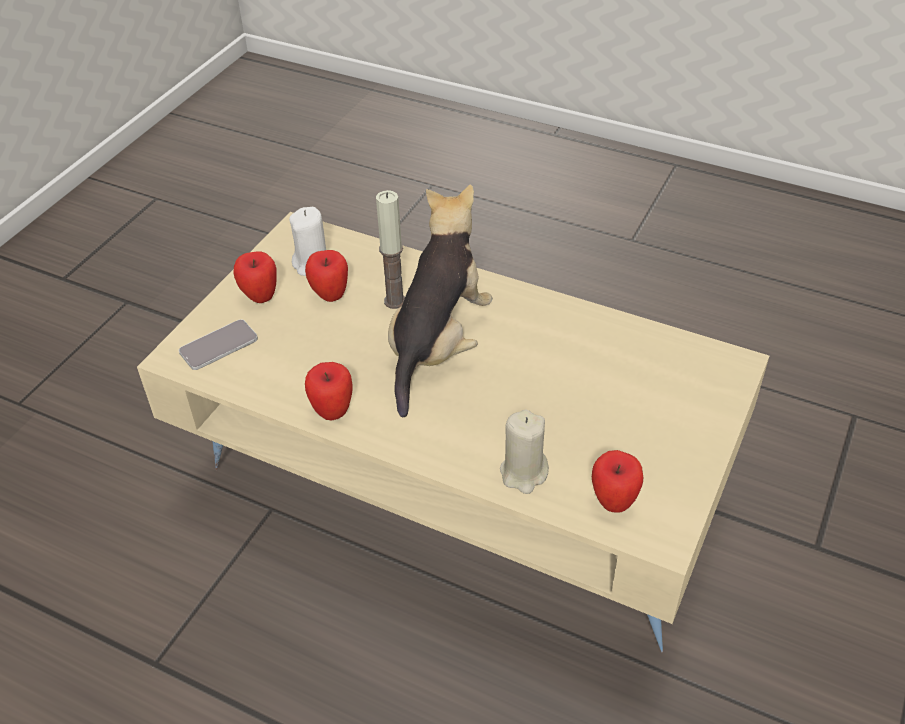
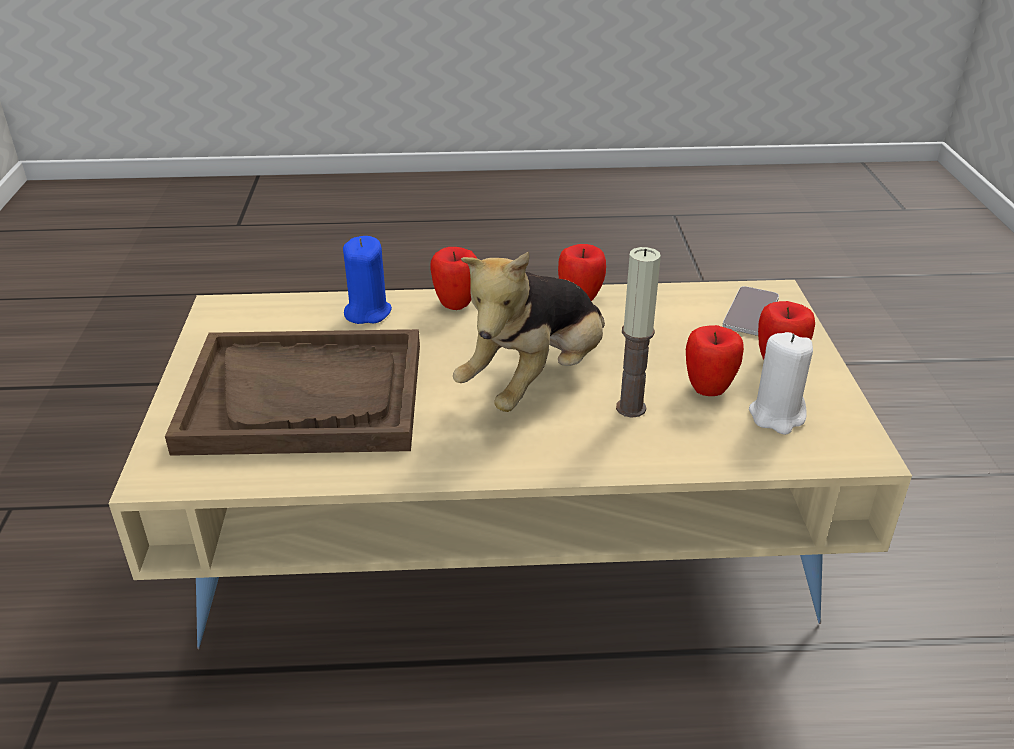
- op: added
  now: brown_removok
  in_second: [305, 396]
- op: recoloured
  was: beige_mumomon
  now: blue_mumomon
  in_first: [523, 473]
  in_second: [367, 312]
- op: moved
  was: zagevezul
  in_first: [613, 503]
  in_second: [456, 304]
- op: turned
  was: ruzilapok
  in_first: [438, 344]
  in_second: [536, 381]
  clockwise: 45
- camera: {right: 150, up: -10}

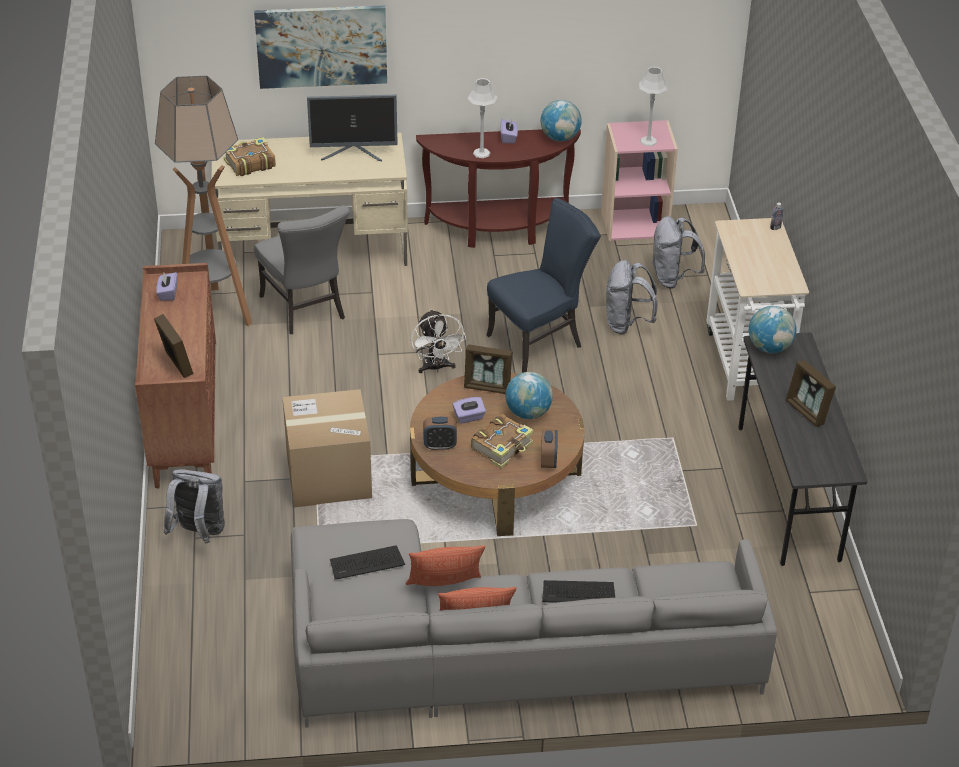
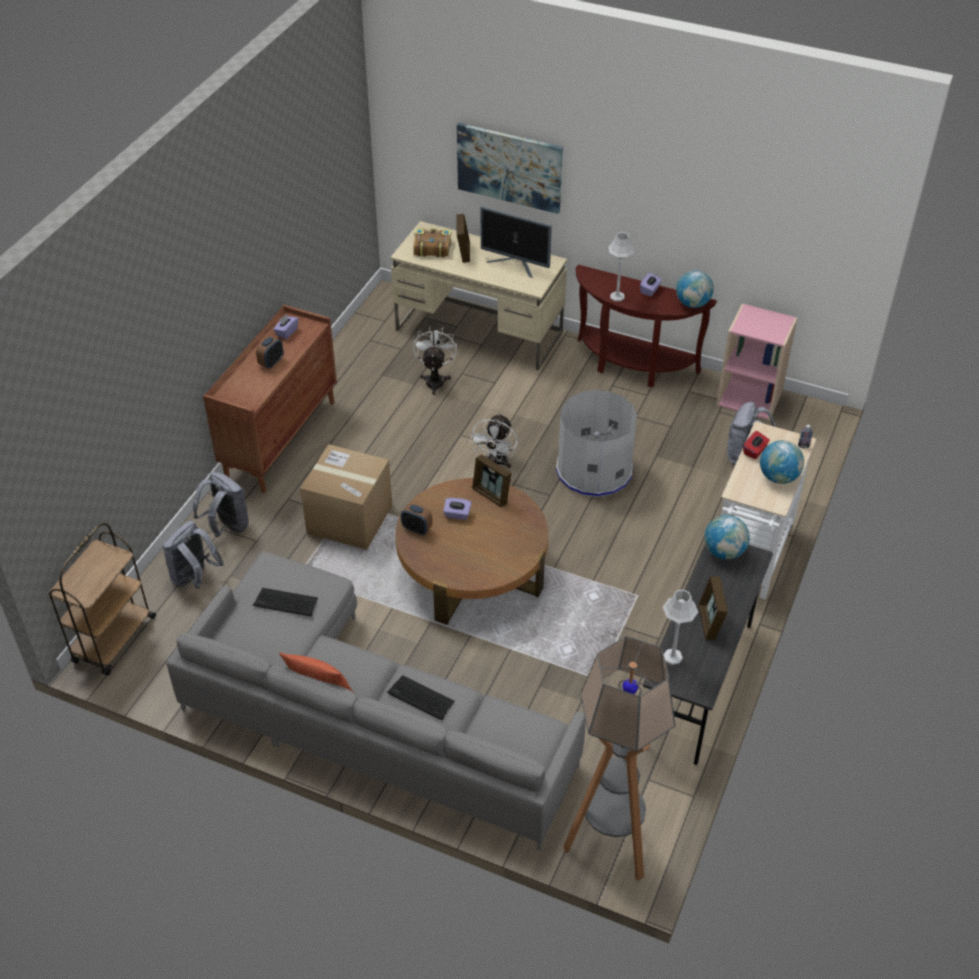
- op: added
  now: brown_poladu
  in_second: [113, 640]
- op: moved
  was: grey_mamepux
  in_first: [627, 324]
  in_second: [194, 578]
- op: moved
  was: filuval
  in_first: [548, 461]
  in_second: [271, 362]
- op: replaced
  was: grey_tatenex
  now: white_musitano
  in_first: [306, 309]
  in_second: [435, 379]
- op: moved
  was: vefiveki
  in_first: [176, 364]
  in_second: [463, 252]
- op: replaced
  was: blue_tatenex
  now: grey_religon
  in_first: [540, 340]
  in_second: [594, 470]
- op: moved
  was: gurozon
  in_first: [214, 313]
  in_second: [610, 844]
- op: moved
  was: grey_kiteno
  in_first: [648, 141]
  in_second: [672, 656]
- op: added
  now: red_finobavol
  in_second: [755, 451]
- op: moved
  was: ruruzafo
  in_first: [528, 413]
  in_second: [778, 477]
- op: removed
  was: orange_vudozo
  in_first: [444, 589]
- op: removed
  was: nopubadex
  in_first: [503, 447]
- camera: {right: 30, up: 5}

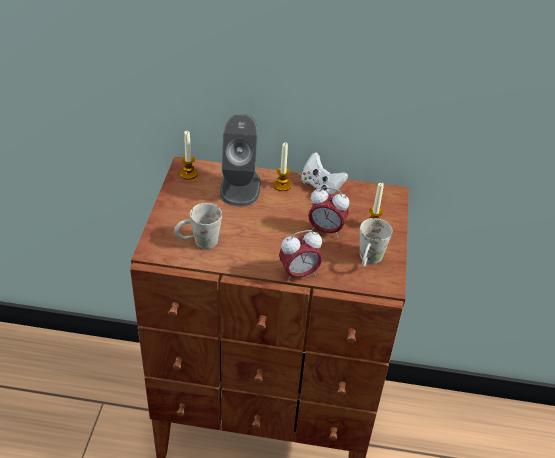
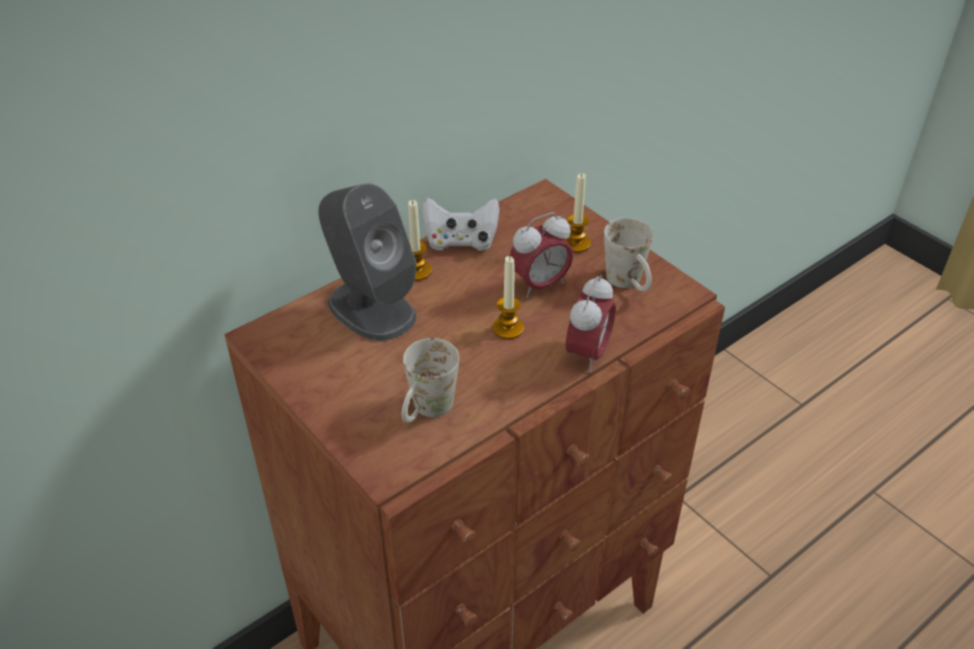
- op: moved
  was: mumomon
  in_first: [188, 174]
  in_second: [508, 328]
- camera: {right: -45, up: 0}

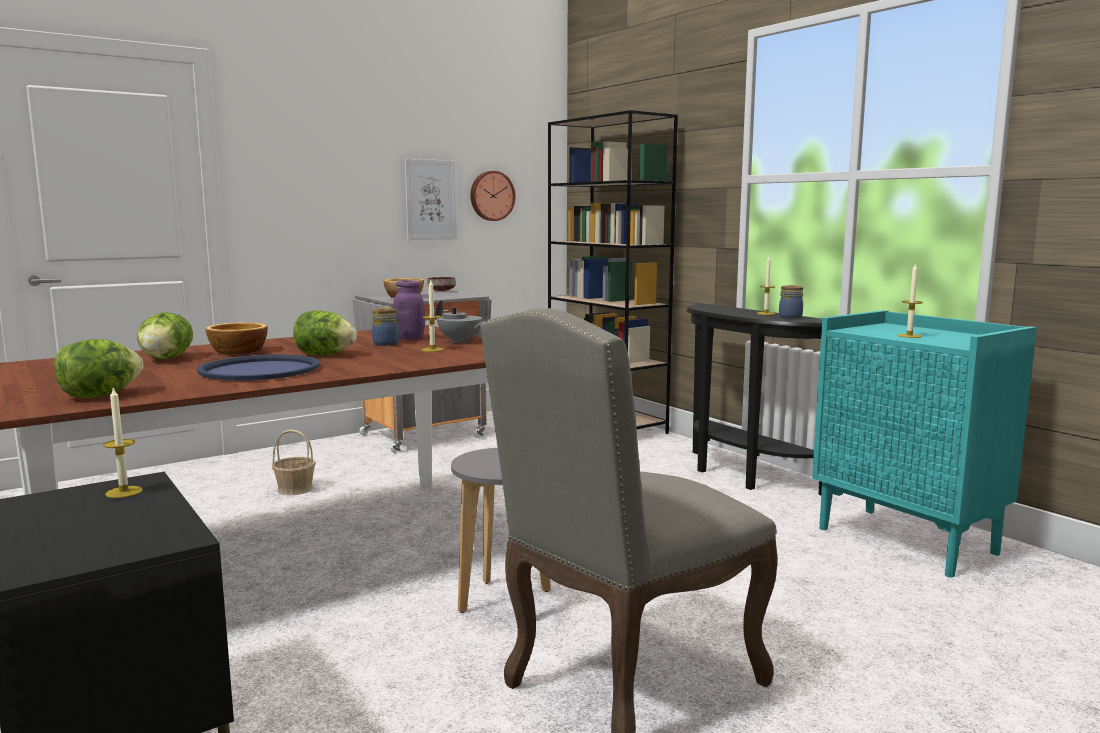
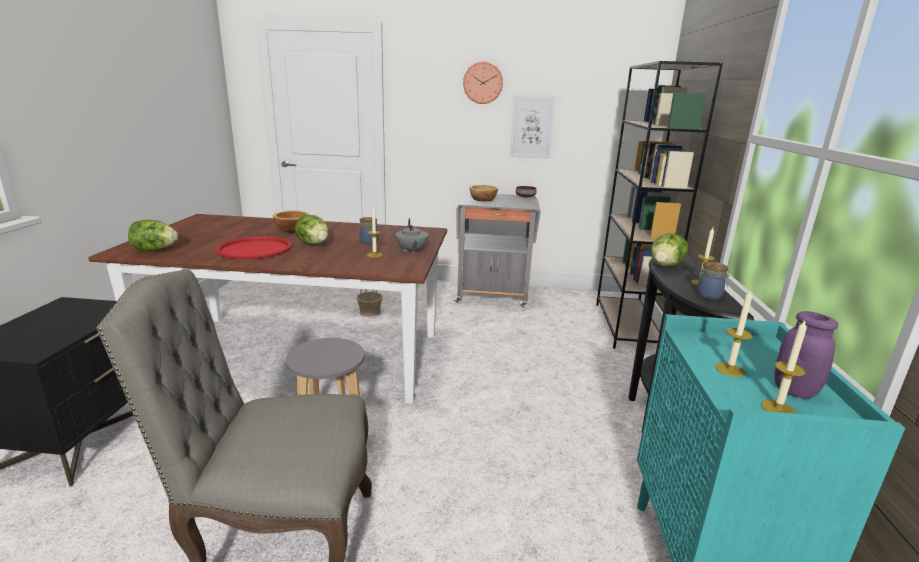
- op: recoloured
  was: blue_removok
  now: red_removok
  in_first: [259, 370]
  in_second: [254, 249]
- op: moved
  was: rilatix
  in_first: [491, 196]
  in_second: [483, 83]
- op: moved
  was: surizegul
  in_first: [166, 359]
  in_second: [665, 266]
- op: moved
  was: mumomon
  in_first: [124, 492]
  in_second: [777, 408]
- op: moved
  was: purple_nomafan
  in_first: [410, 338]
  in_second: [794, 391]
- camera: {right: 40, up: 10}

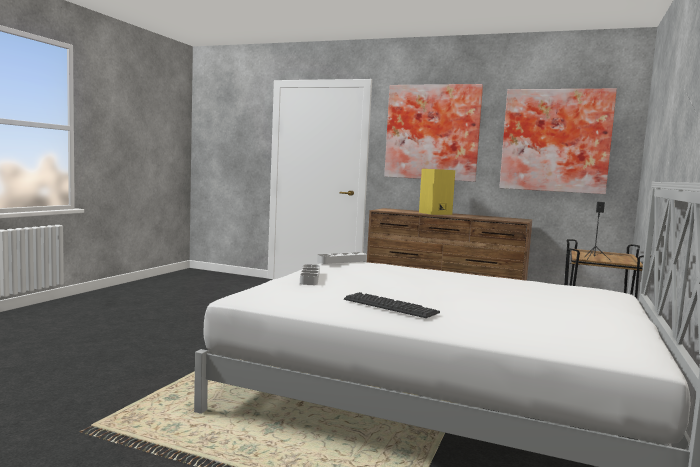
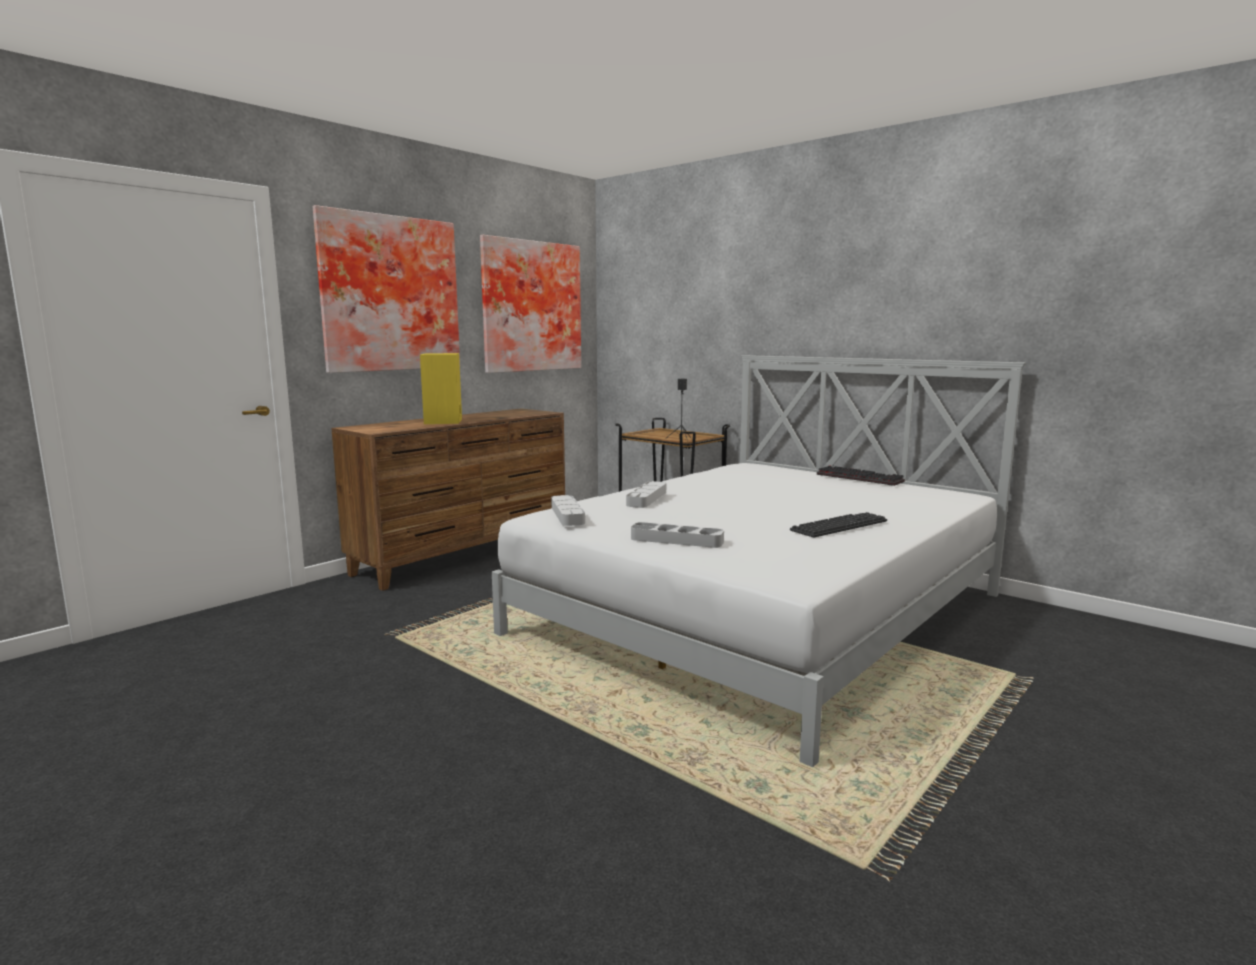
- op: added
  now: grey_removok
  in_second: [647, 498]
- op: added
  now: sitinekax
  in_second: [861, 478]
- camera: {right: -70, up: 5}

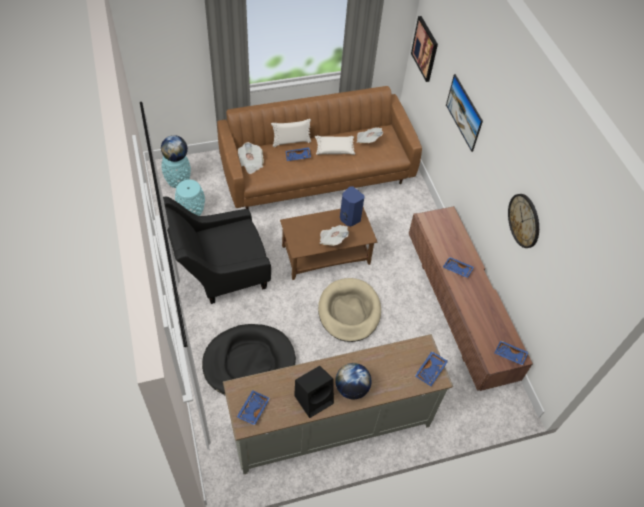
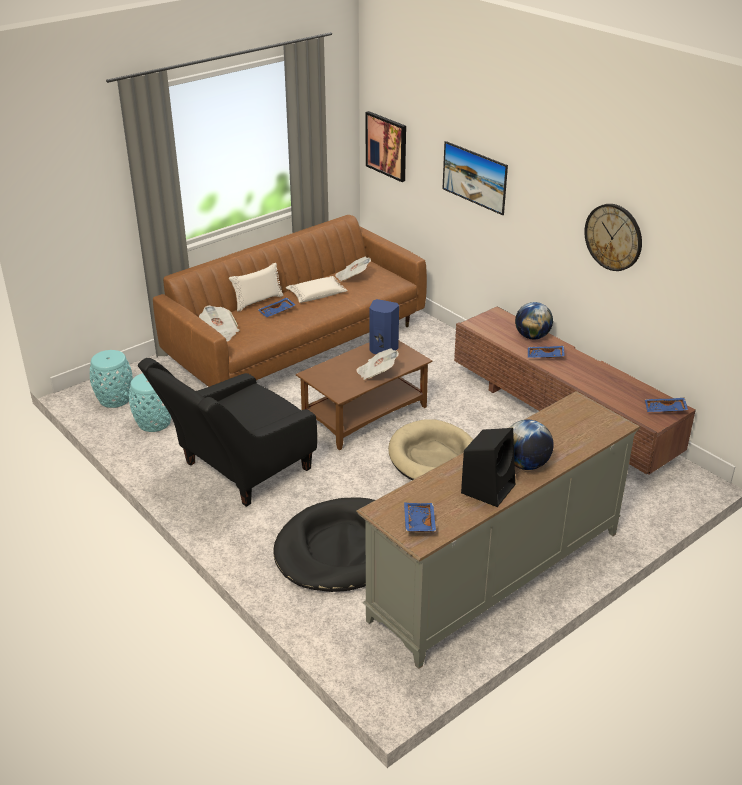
- op: moved
  was: ruruzafo
  in_first: [175, 157]
  in_second: [532, 336]
- op: removed
  was: blue_removok
  in_first: [431, 371]
- camera: {right: -20, up: -20}

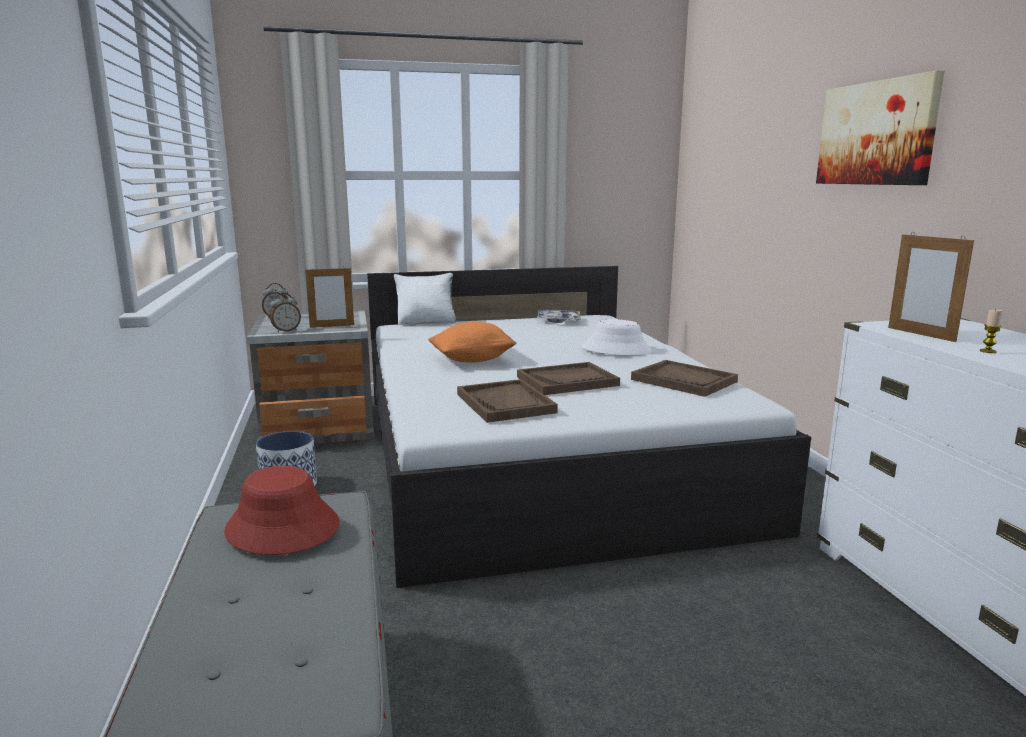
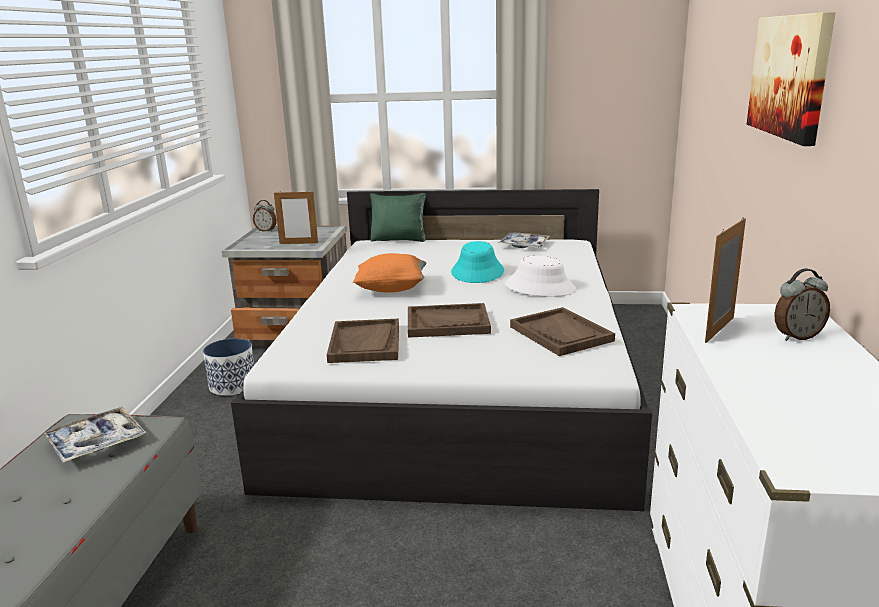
- op: replaced
  was: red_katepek
  now: removok
  in_first: [282, 528]
  in_second: [96, 443]
- op: recoloured
  was: white_vudozo
  now: green_vudozo
  in_first: [426, 322]
  in_second: [399, 239]
- op: added
  now: turquoise_katepek
  in_second: [478, 272]
- op: turned
  was: vefiveki
  in_first: [920, 334]
  in_second: [719, 329]
  clockwise: 45
- op: moved
  was: filuval
  in_first: [286, 331]
  in_second: [796, 336]
- op: removed
  was: mumomon
  in_first: [988, 351]
- camera: {right: 20, up: 5}

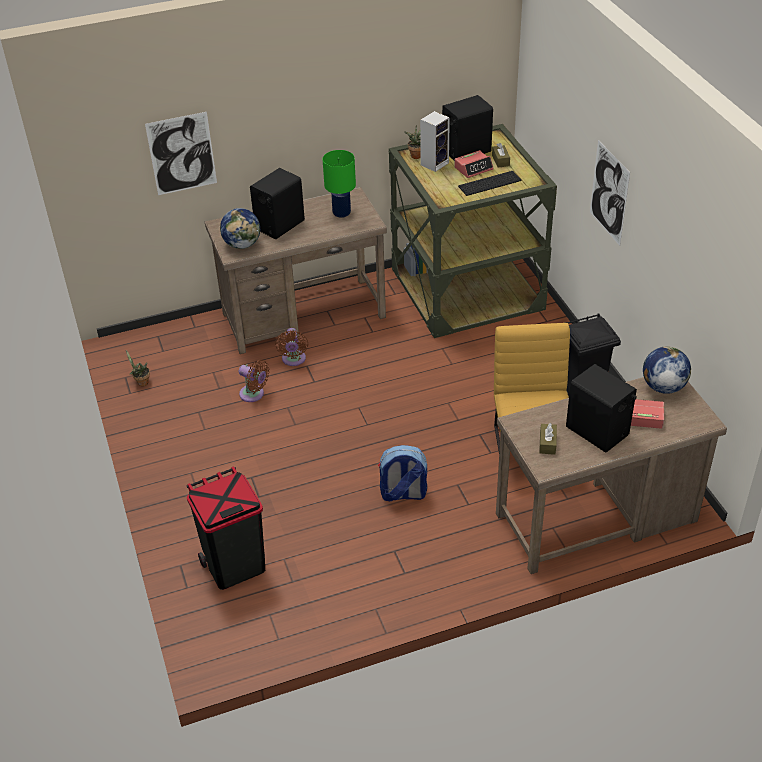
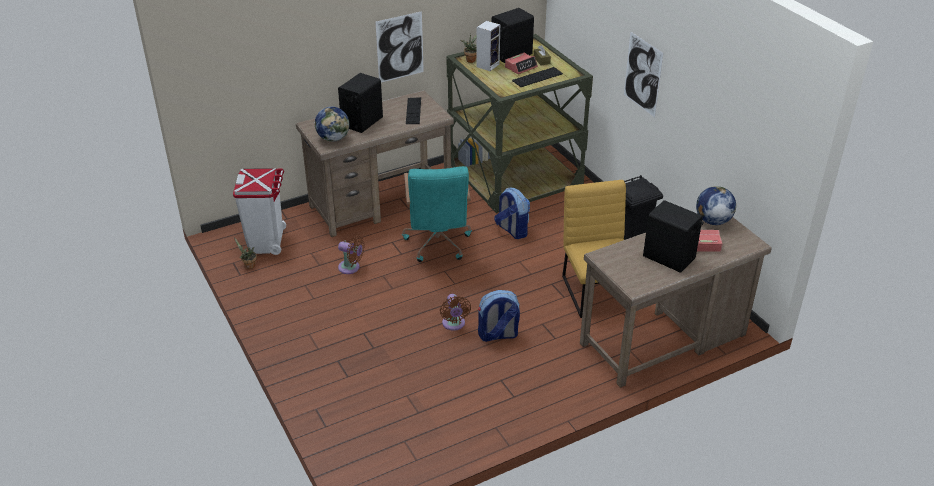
- op: added
  now: white_religon
  in_second: [267, 242]
- op: moved
  was: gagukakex
  in_first: [182, 154]
  in_second: [400, 47]
- op: added
  now: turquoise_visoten
  in_second: [438, 246]
- op: replaced
  was: green_kiteno
  now: sitinekax
  in_first: [342, 214]
  in_second: [413, 111]
- op: moved
  was: brown_musitano
  in_first: [293, 360]
  in_second: [454, 324]
- op: added
  now: mamepux
  in_second: [512, 230]
- op: removed
  was: black_religon
  in_first: [235, 566]
- op: removed
  was: brown_finobavol
  in_first: [547, 443]
- camera: {right: -10, up: -5}

